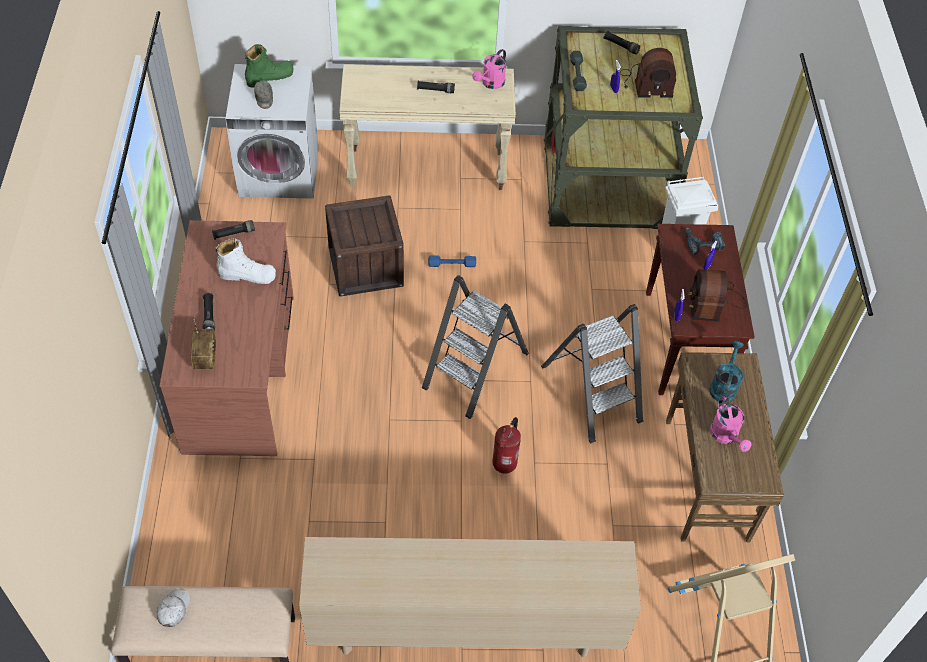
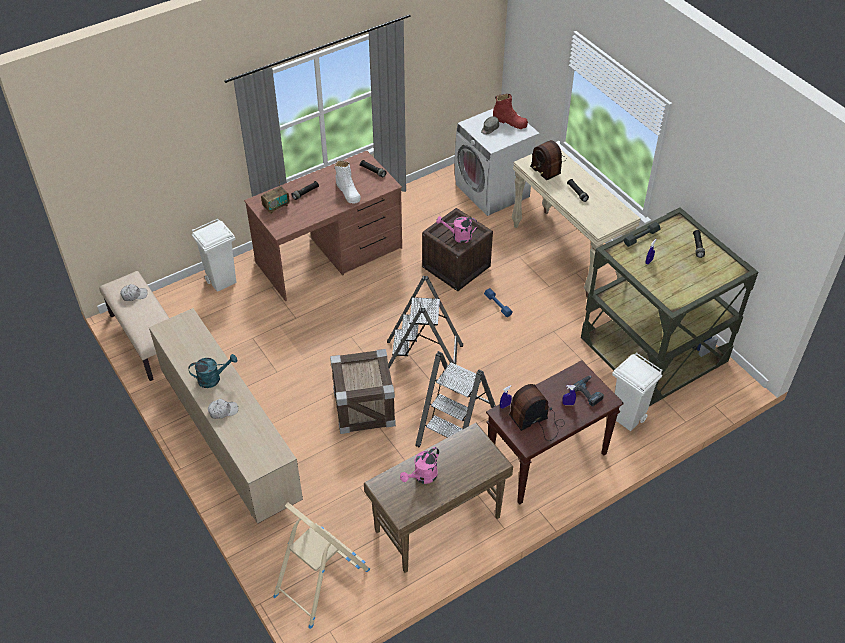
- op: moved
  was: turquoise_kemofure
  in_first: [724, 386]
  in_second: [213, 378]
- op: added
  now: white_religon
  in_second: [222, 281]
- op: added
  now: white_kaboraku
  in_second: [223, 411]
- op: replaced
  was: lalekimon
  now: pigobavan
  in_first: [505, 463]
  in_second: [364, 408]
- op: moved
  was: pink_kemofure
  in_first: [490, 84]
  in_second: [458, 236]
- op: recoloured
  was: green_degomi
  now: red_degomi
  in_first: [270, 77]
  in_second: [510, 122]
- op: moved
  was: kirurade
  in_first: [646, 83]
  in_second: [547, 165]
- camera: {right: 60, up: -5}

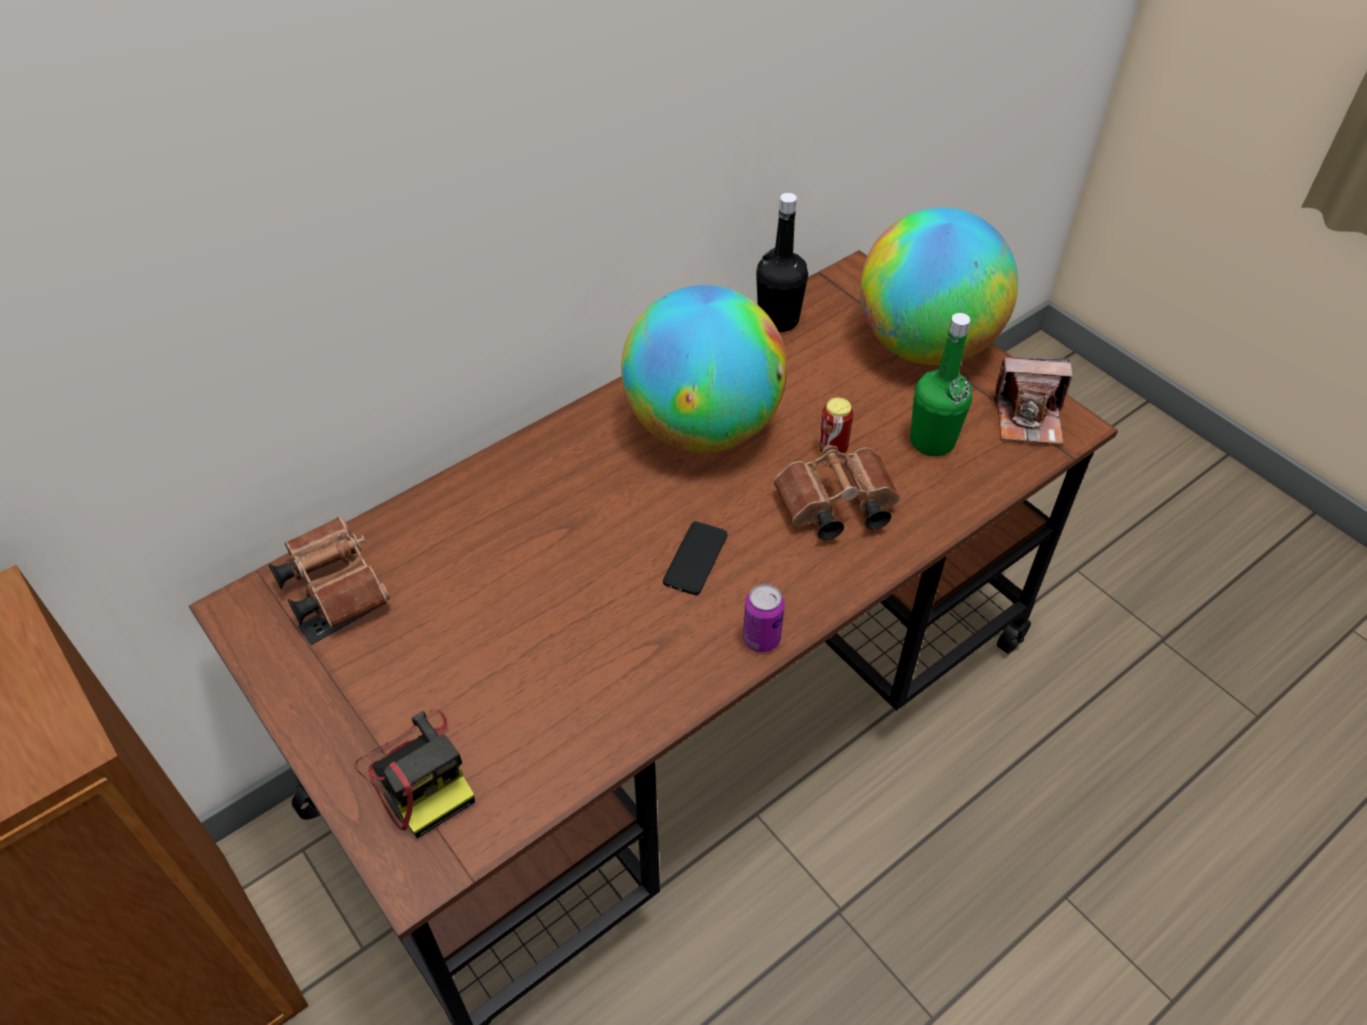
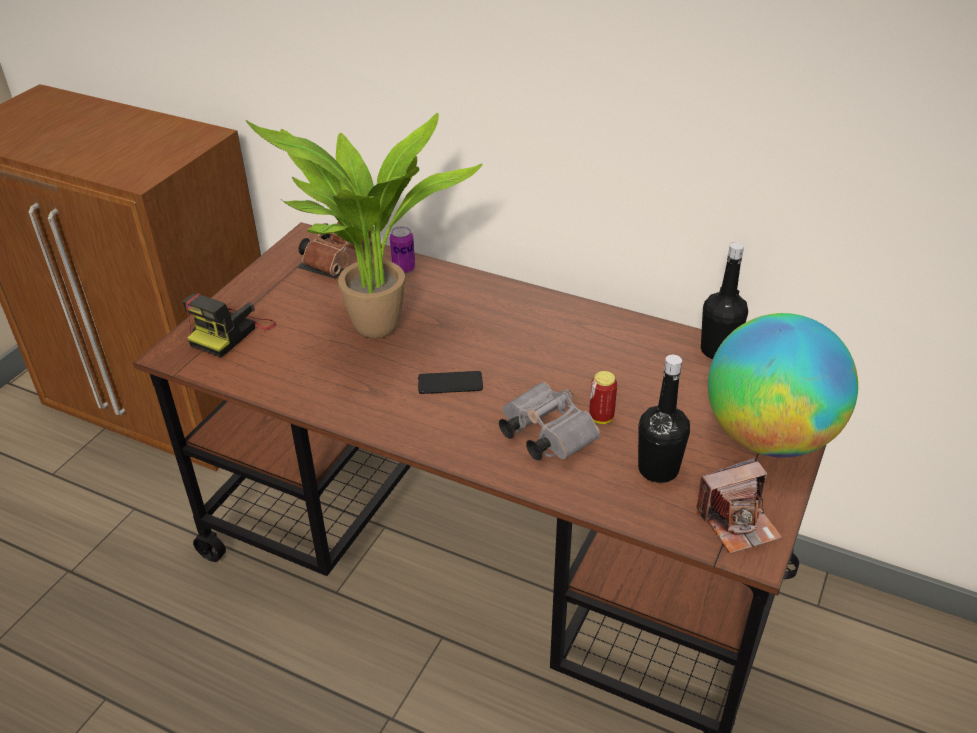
- op: added
  now: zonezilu
  in_second: [376, 332]
- op: moved
  was: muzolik
  in_first: [761, 639]
  in_second: [404, 268]
- op: recoloured
  was: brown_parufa
  now: grey_parufa
  in_first: [833, 508]
  in_second: [543, 434]
- op: recoloured
  was: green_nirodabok
  now: black_nirodabok
  in_first: [932, 441]
  in_second: [658, 469]
- op: turned
  was: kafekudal
  in_first: [1028, 418]
  in_second: [737, 522]
  clockwise: -90
- op: removed
  was: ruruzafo
  in_first: [703, 427]
- camera: {right: 65, up: -10}

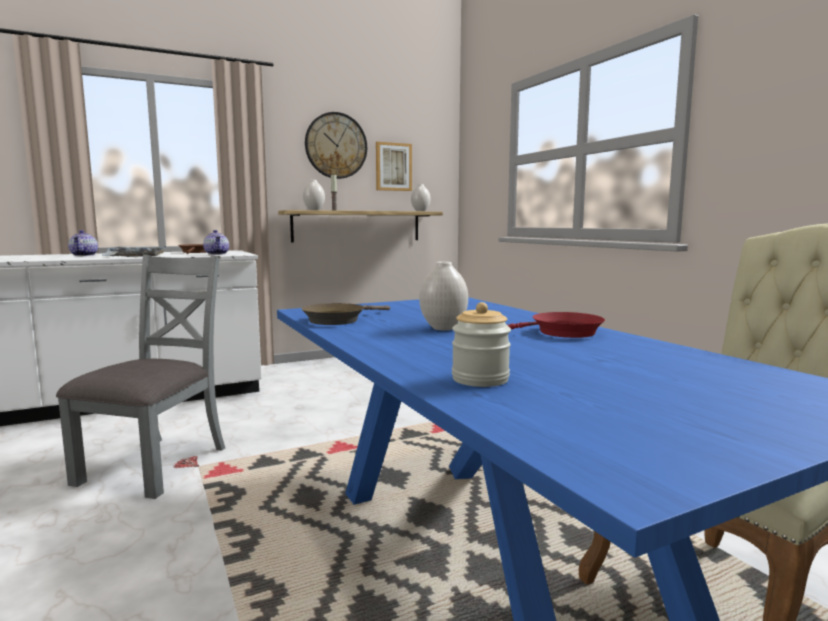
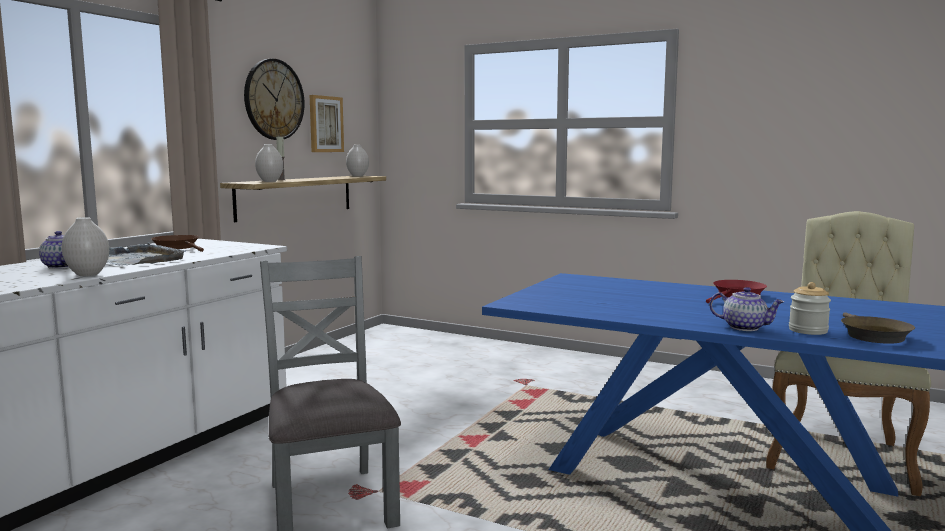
- op: moved
  was: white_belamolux
  in_first: [444, 328]
  in_second: [88, 274]
- op: moved
  was: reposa
  in_first: [217, 254]
  in_second: [745, 327]
- op: moved
  was: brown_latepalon
  in_first: [338, 320]
  in_second: [872, 335]
- camera: {right: -35, up: 0}

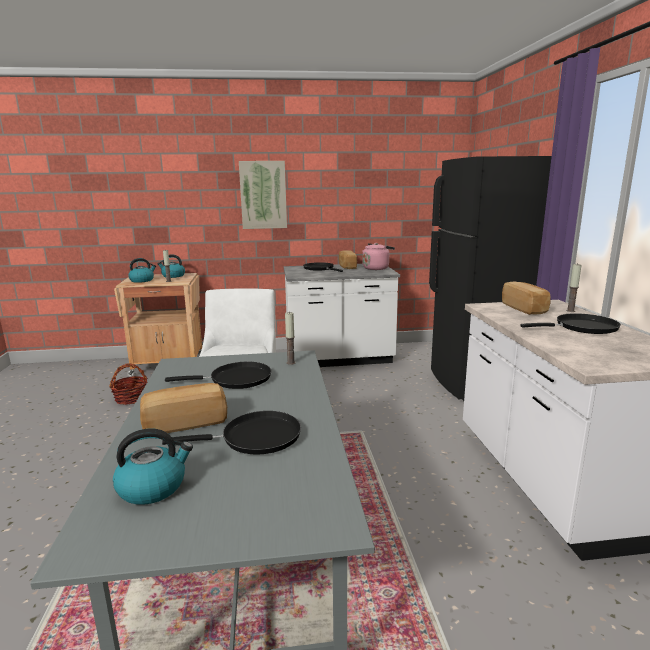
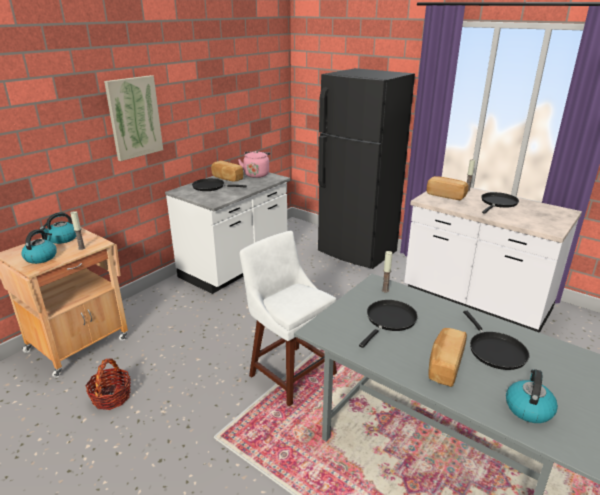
- op: turned
  was: black_latepalon
  in_first: [255, 438]
  in_second: [495, 350]
  clockwise: 135
- camera: {right: -45, up: 10}

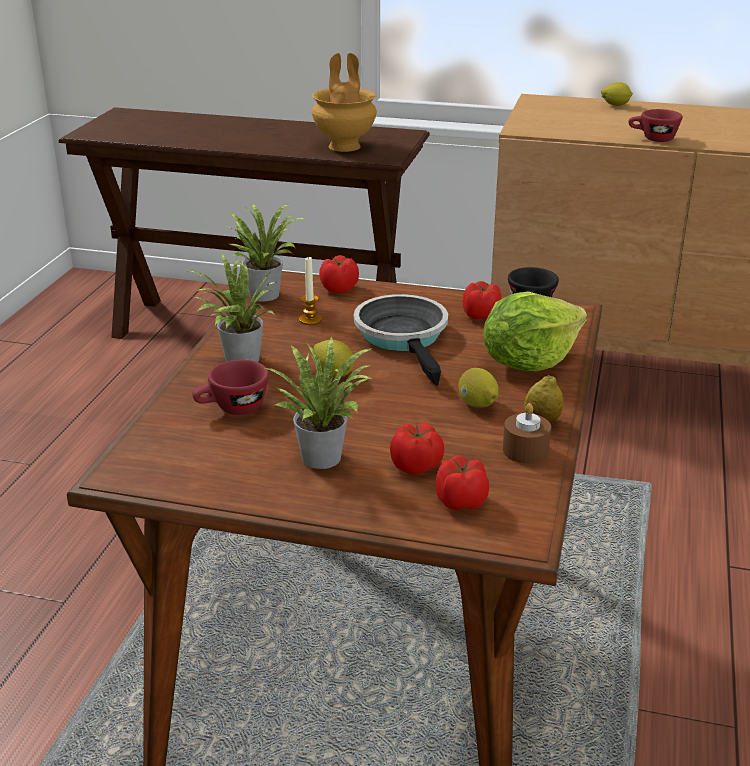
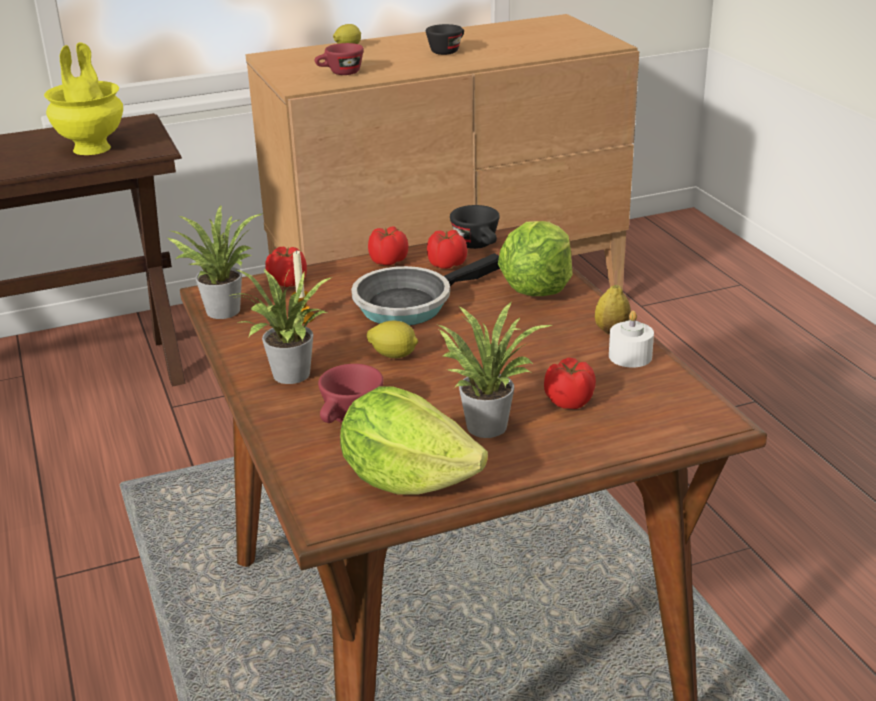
- op: recoloured
  was: brown_belamolux
  now: yellow_belamolux
  in_first: [345, 146]
  in_second: [92, 148]
- op: moved
  was: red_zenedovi
  in_first: [652, 139]
  in_second: [340, 73]
- op: added
  now: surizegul
  in_second: [407, 479]
- op: turned
  was: latepalon
  in_first: [404, 338]
  in_second: [409, 304]
  clockwise: -75
- op: moved
  was: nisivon
  in_first: [460, 501]
  in_second: [387, 261]
- op: added
  now: black_zenedovi
  in_second: [447, 51]
- op: recoloured
  was: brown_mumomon
  now: white_mumomon
  in_first: [525, 450]
  in_second: [630, 356]
- op: removed
  was: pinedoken
  in_first: [477, 405]
- camera: {right: -35, up: 0}

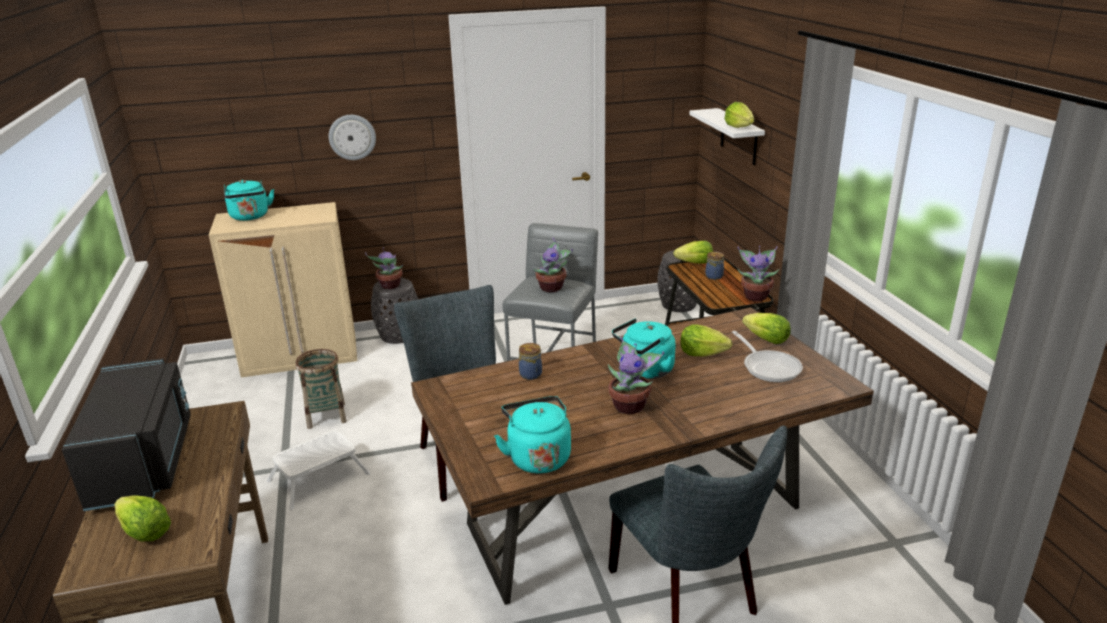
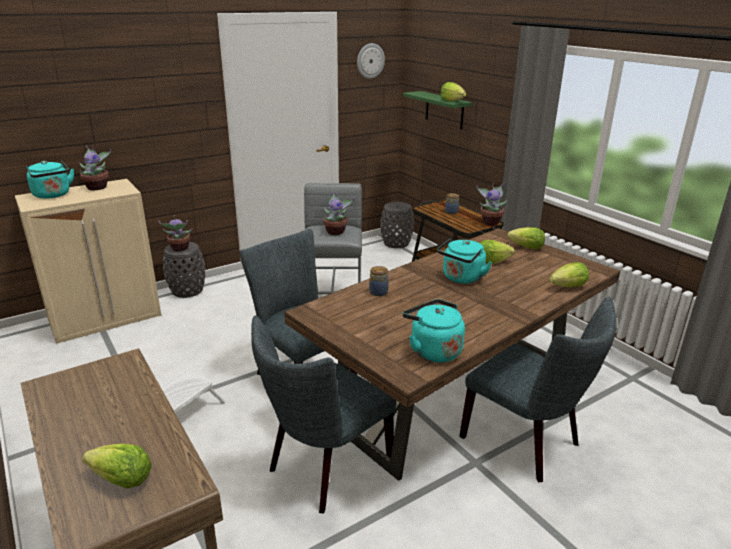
- op: moved
  was: zonezilu
  in_first: [630, 406]
  in_second: [98, 187]
- op: added
  now: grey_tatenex
  in_second: [324, 469]
- op: moved
  was: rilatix
  in_first: [352, 137]
  in_second: [370, 61]
- op: recoloured
  was: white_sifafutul
  now: green_sifafutul
  in_first: [739, 137]
  in_second: [444, 110]
- op: moved
  was: surizegul
  in_first: [695, 263]
  in_second: [568, 287]
- op: removed
  was: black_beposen
  in_first: [145, 461]
- op: removed
  was: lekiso
  in_first: [326, 416]
- op: removed
  was: latepalon
  in_first: [769, 367]
- camera: {right: -20, up: 0}

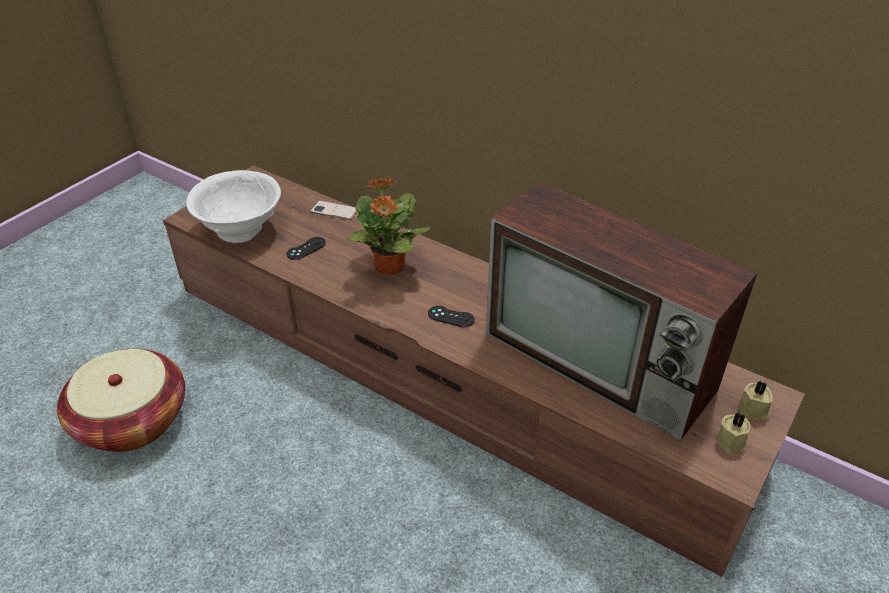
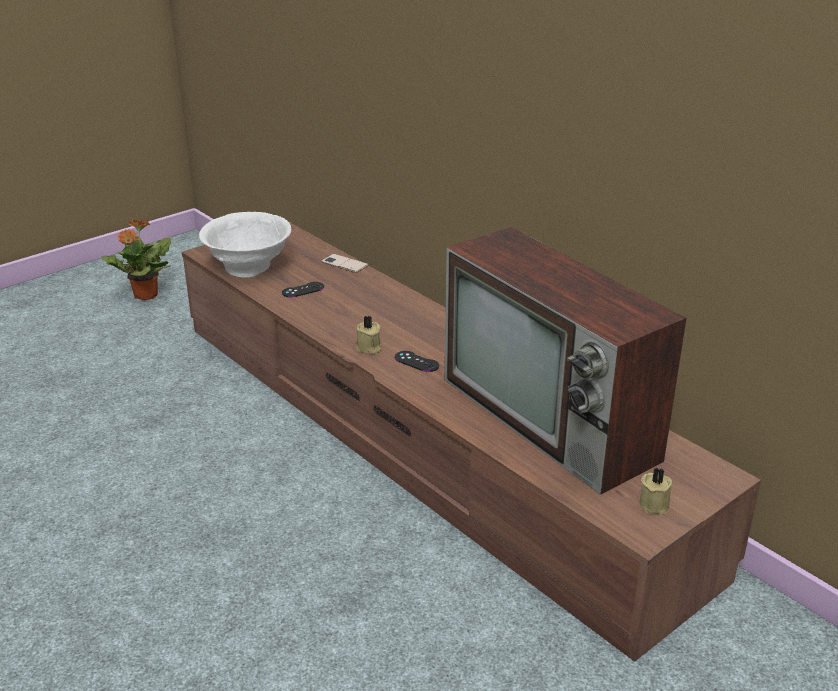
- op: moved
  was: zonezilu
  in_first: [389, 268]
  in_second: [145, 295]
- op: moved
  was: beige_mumomon
  in_first: [753, 411]
  in_second: [369, 348]
- op: removed
  was: lekiso
  in_first: [132, 421]
- camera: {right: 15, up: -10}

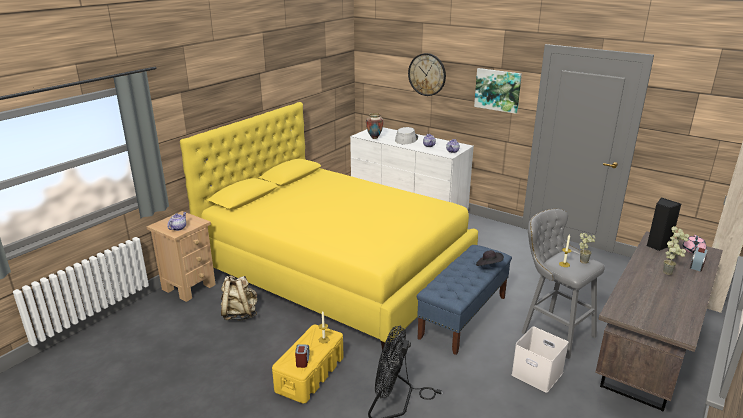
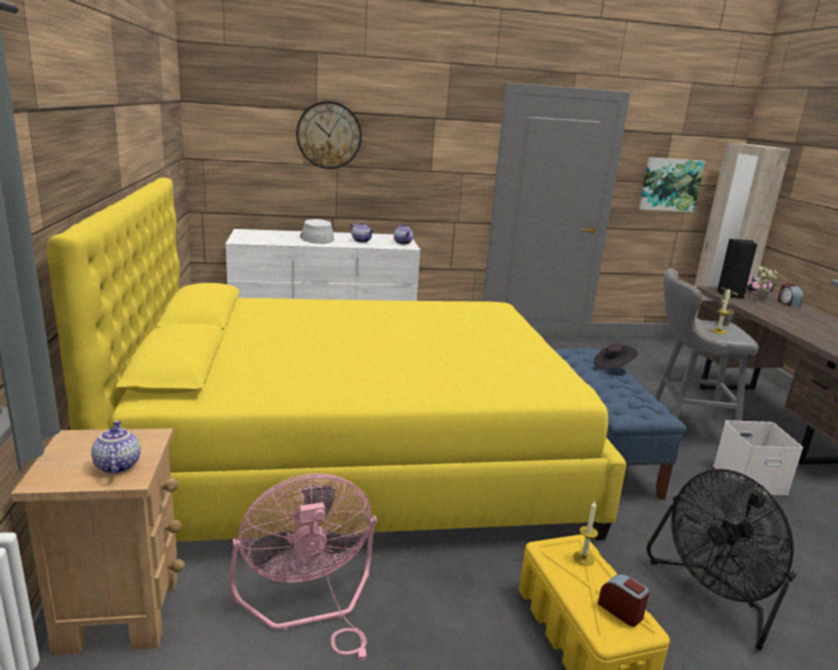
- op: replaced
  was: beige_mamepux
  now: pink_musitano
  in_first: [240, 314]
  in_second: [314, 607]
- op: moved
  was: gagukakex
  in_first: [498, 90]
  in_second: [670, 184]
- op: removed
  was: belamolux
  in_first: [374, 138]
- op: removed
  was: zonezilu
  in_first: [670, 272]
- camera: {right: -45, up: -5}

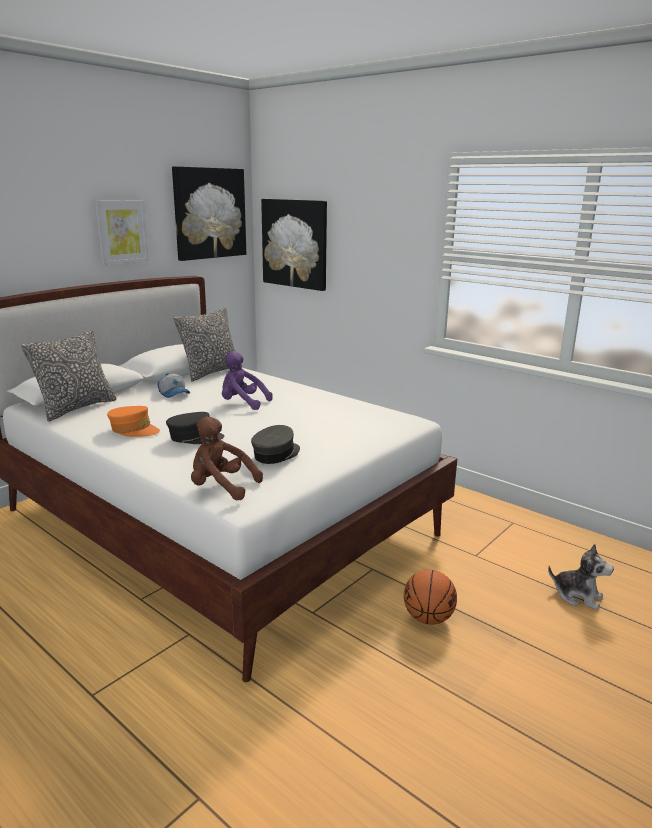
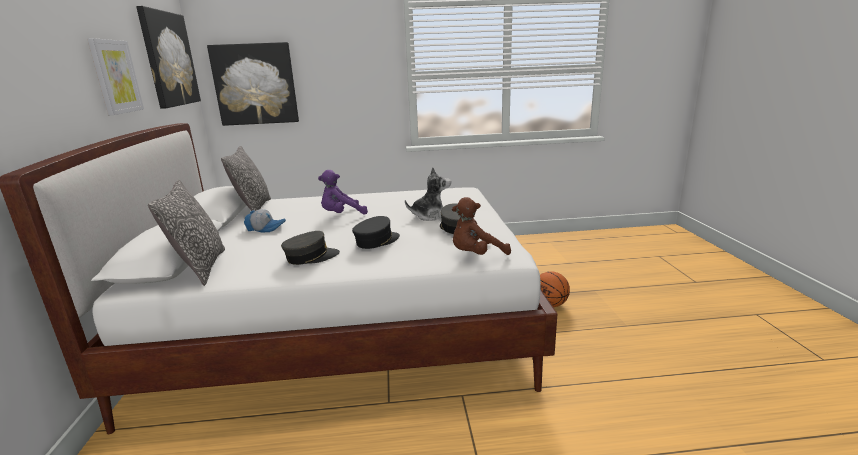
- op: recoloured
  was: orange_kaboraku
  now: grey_kaboraku
  in_first: [134, 430]
  in_second: [311, 257]
- op: moved
  was: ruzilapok
  in_first: [577, 596]
  in_second: [430, 216]
- camera: {right: -45, up: 0}

